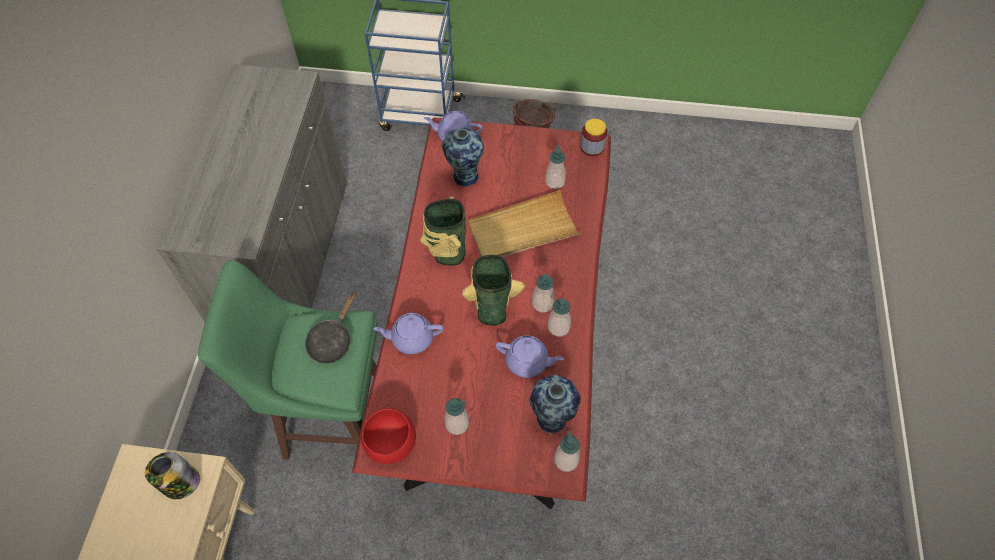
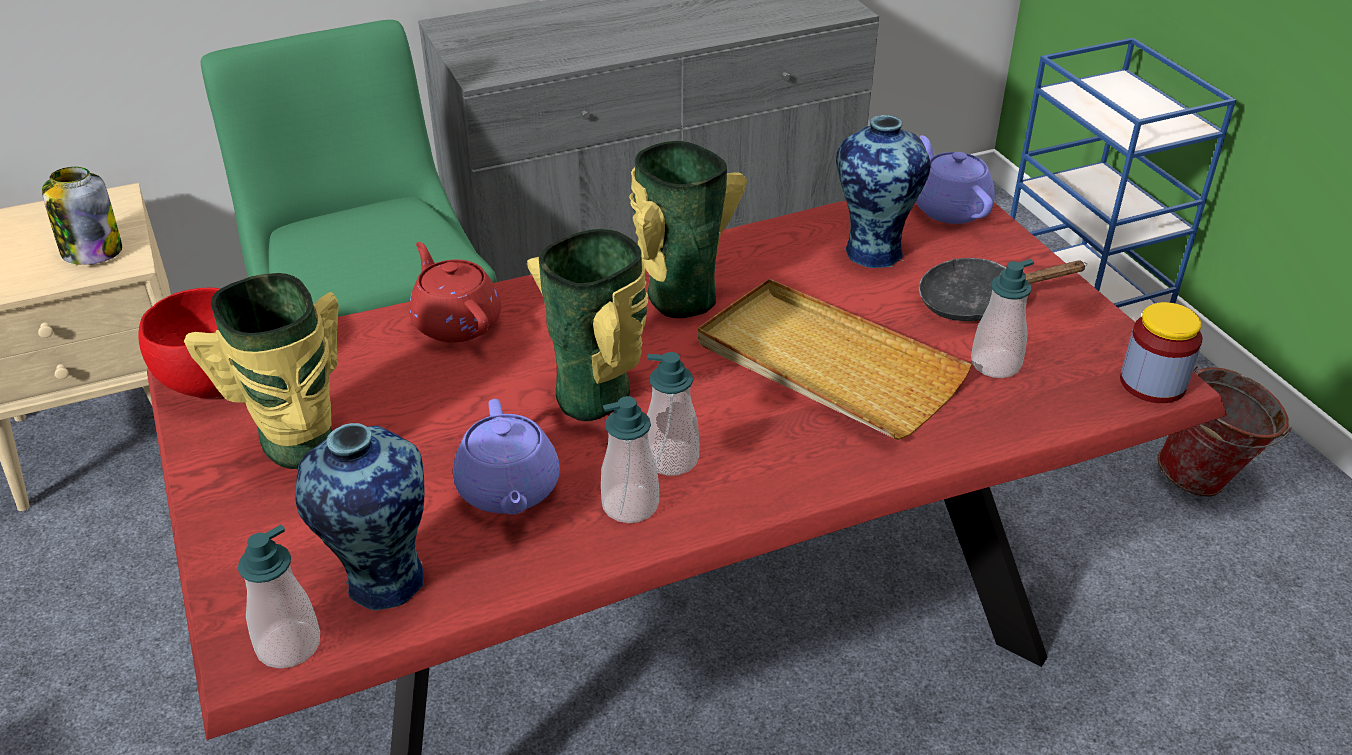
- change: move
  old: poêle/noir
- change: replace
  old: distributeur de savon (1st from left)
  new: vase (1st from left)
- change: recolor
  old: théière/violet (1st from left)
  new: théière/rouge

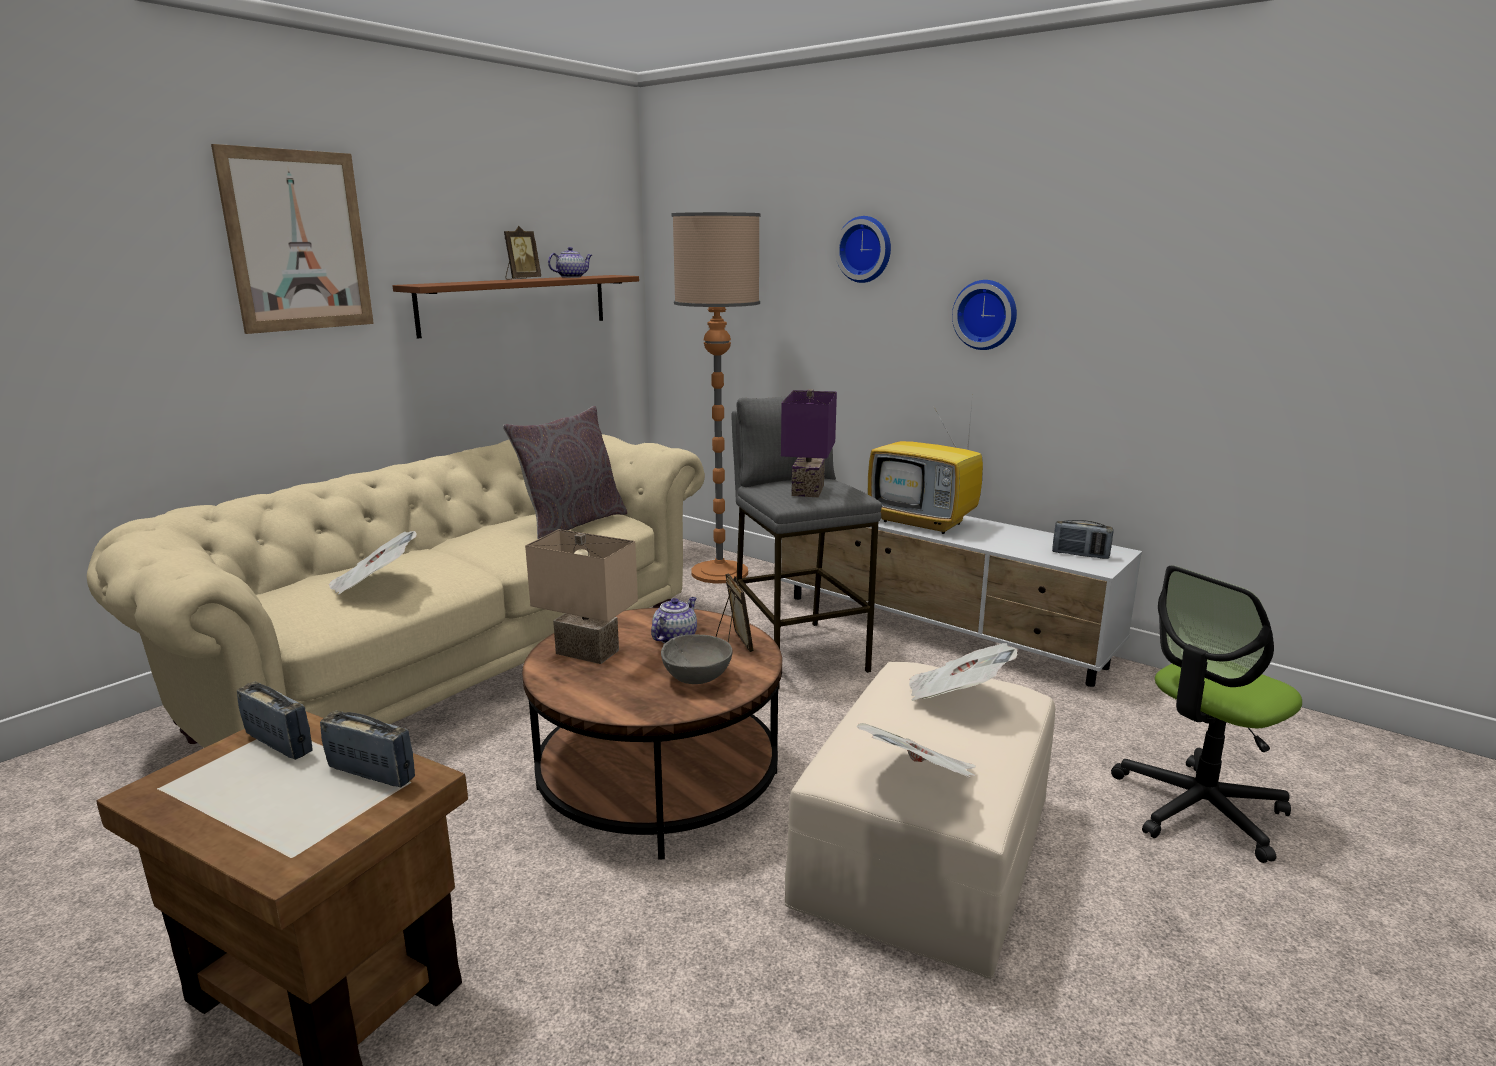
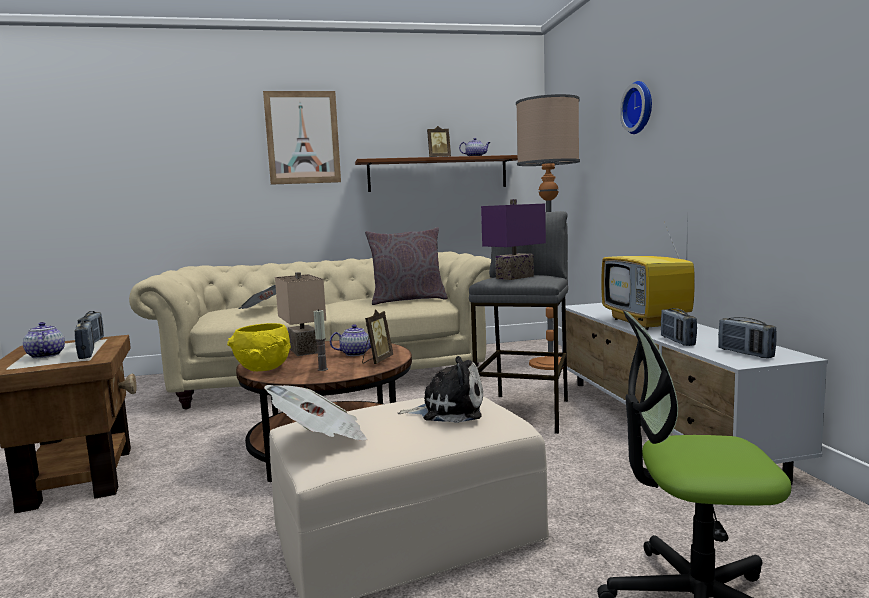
- change: delete
  old: horloge murale (2nd from left)
- change: insert
  new: théière (1st from left)
- change: insert
  new: bol/jaune
- change: insert
  new: radio (3rd from left)
- change: replace
  old: bol/gris
  new: bougie
- change: replace
  old: journal (3rd from left)
  new: peluche

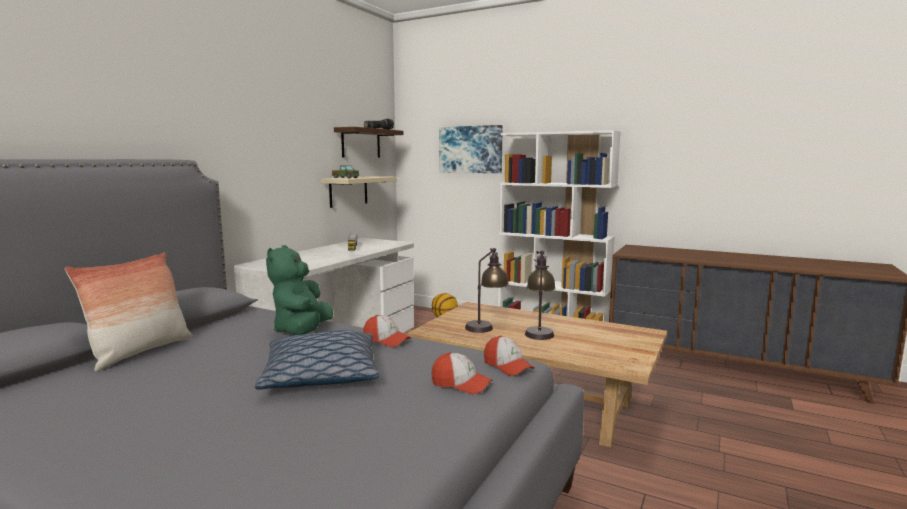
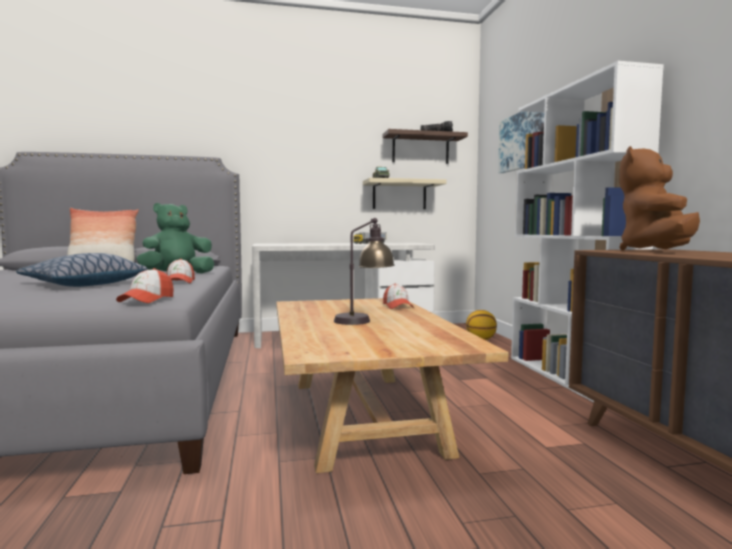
- change: delete
  old: lampe de table (1st from left)
- change: insert
  new: peluche/marron
- change: move
  old: casquette (2nd from left in the first image)
  new: casquette (3rd from left)

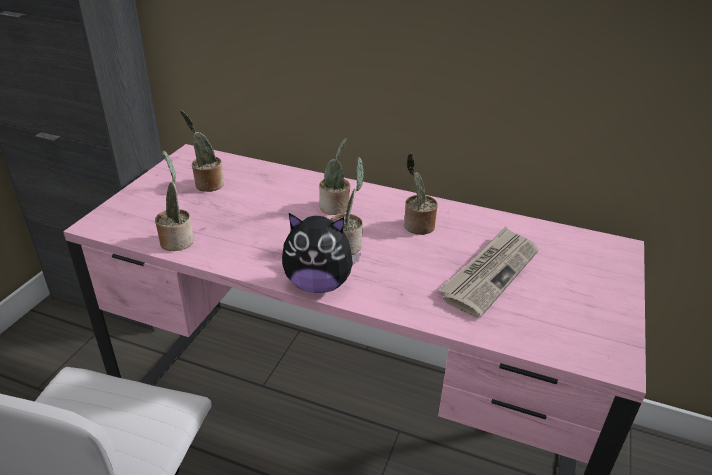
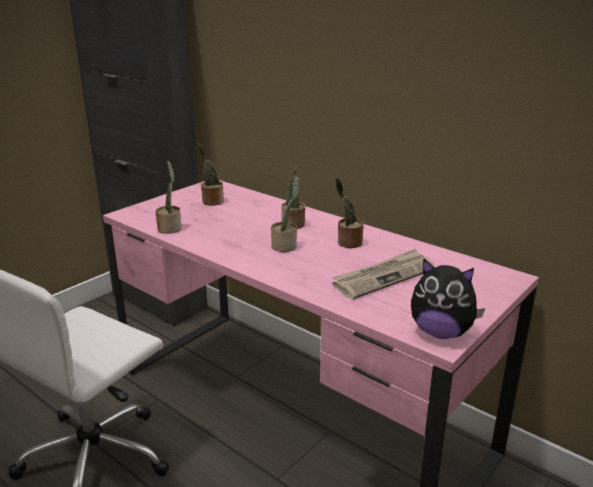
- change: move
  old: peluche

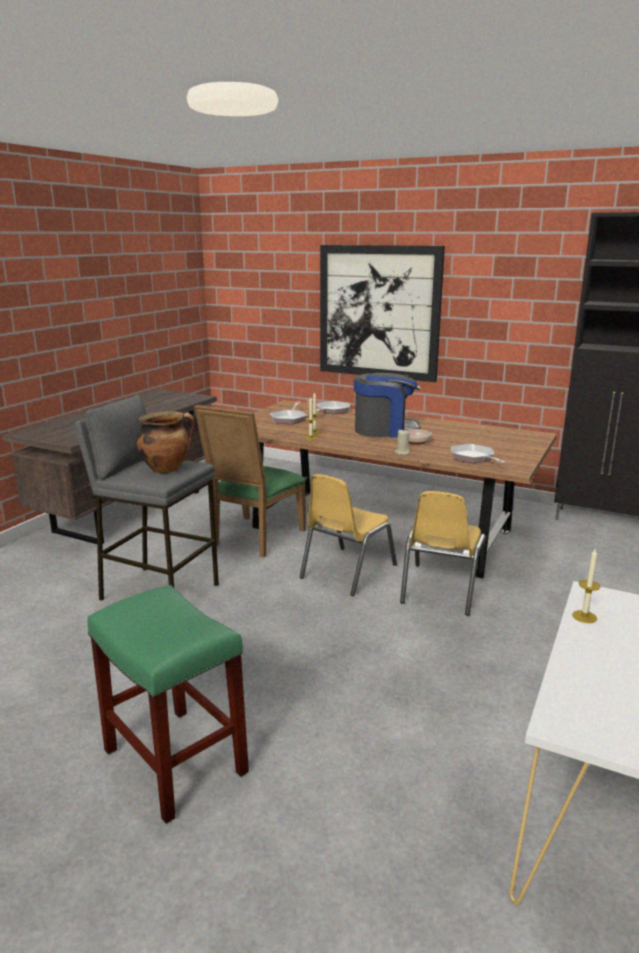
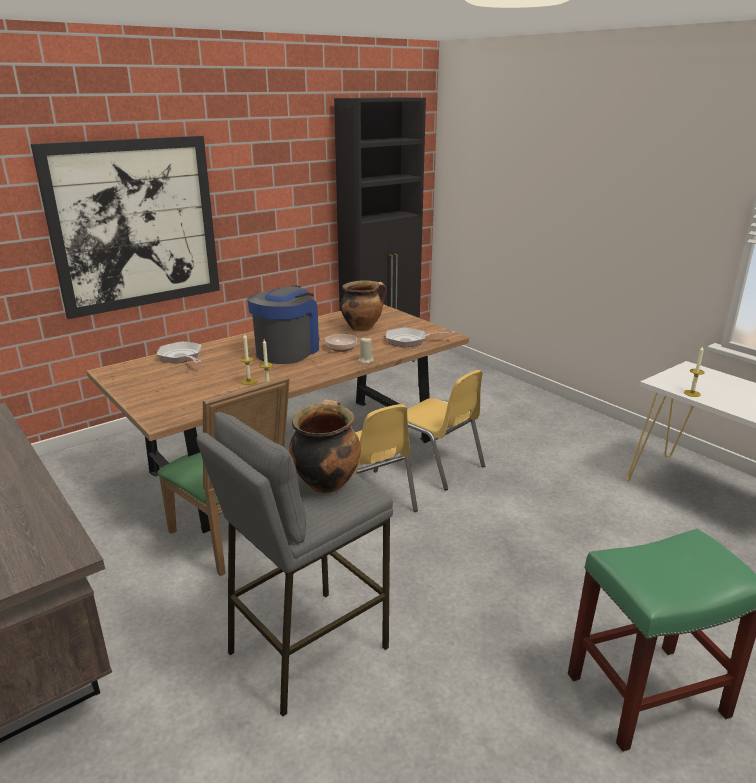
- change: delete
  old: poêle (1st from left)
- change: insert
  new: marmite (2nd from left)

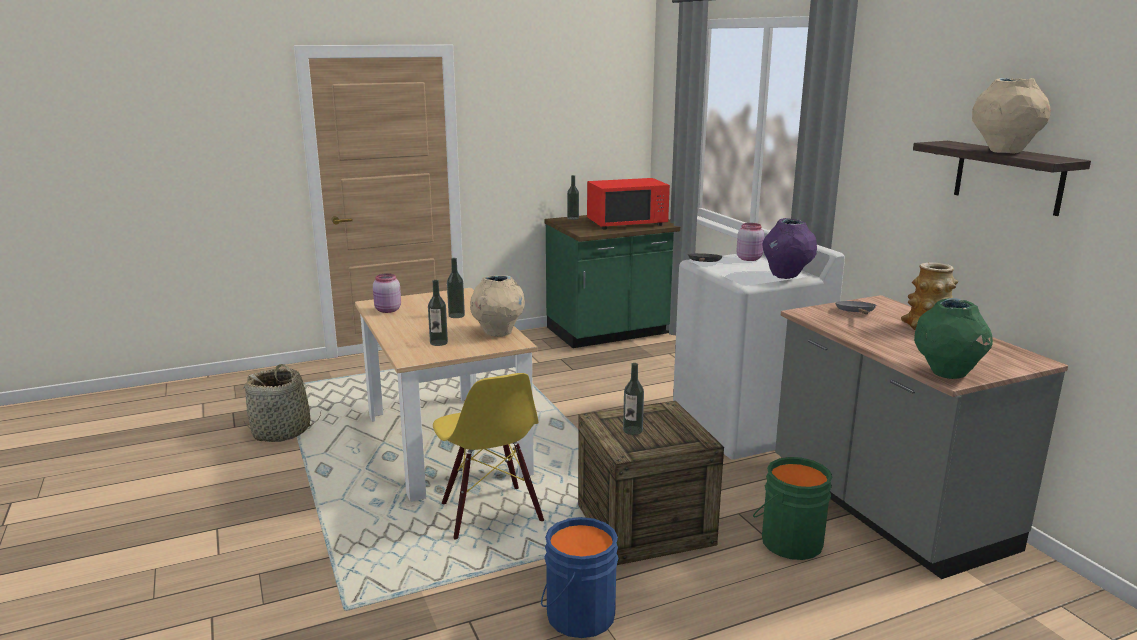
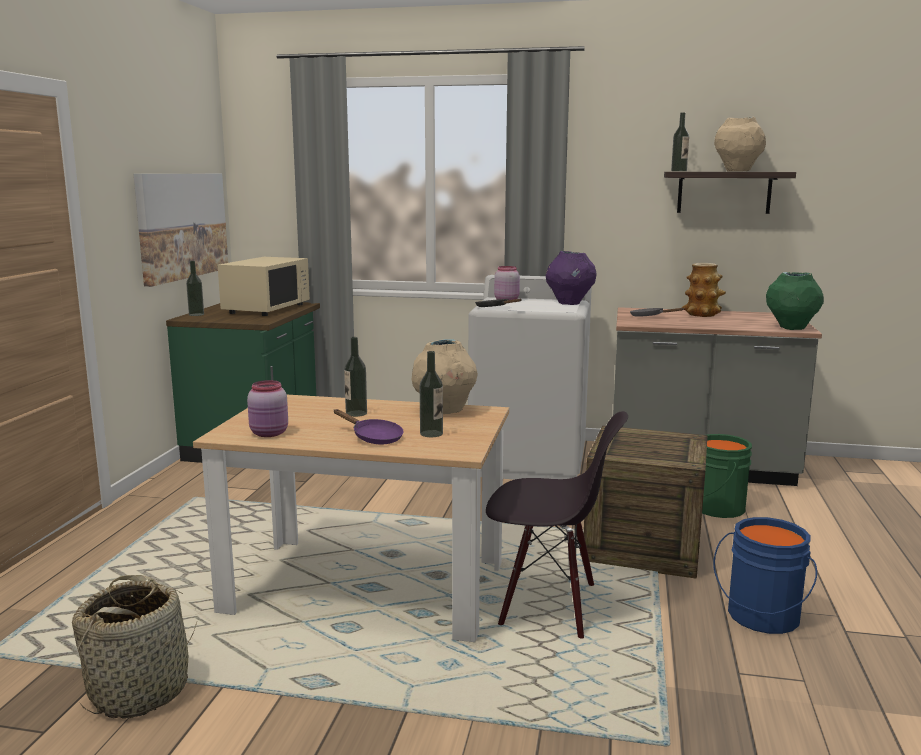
- change: insert
  new: tableau
- change: insert
  new: poêle/violet
- change: move
  old: bouteille (4th from left)
- change: recolor
  old: chaise/jaune
  new: chaise/noir
- change: recolor
  old: micro-ondes/rouge
  new: micro-ondes/beige

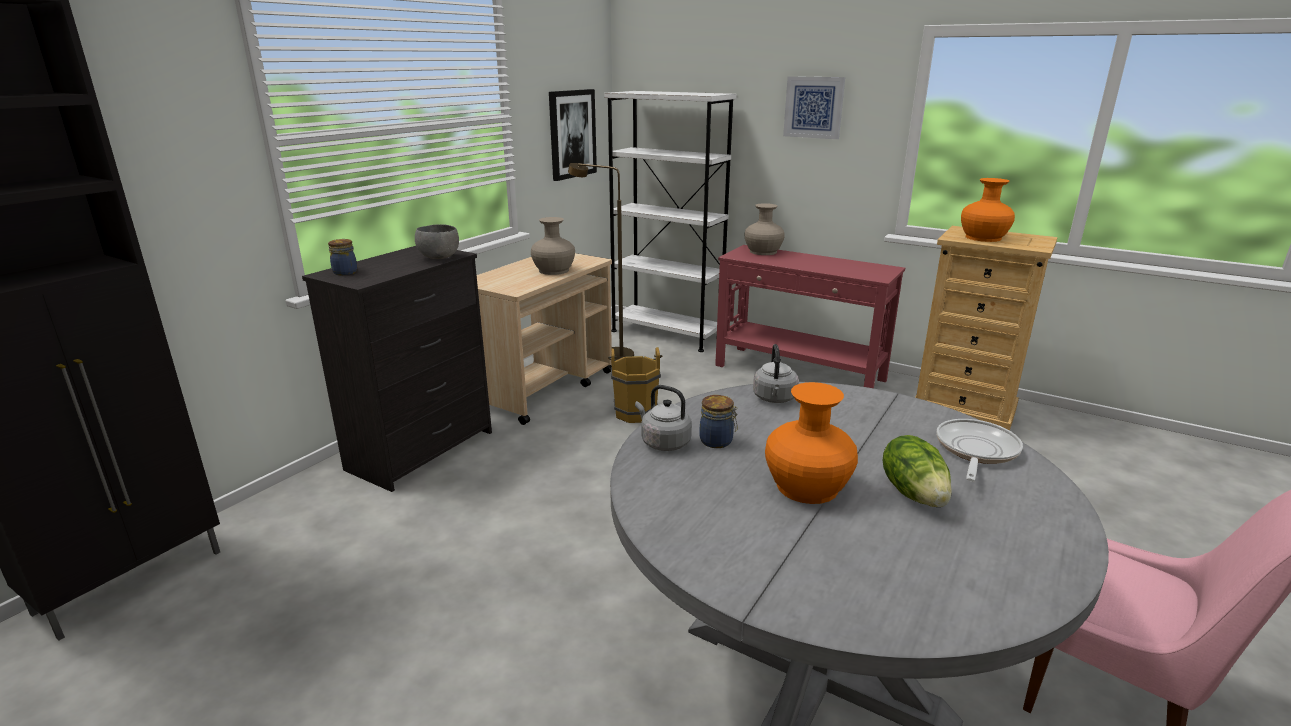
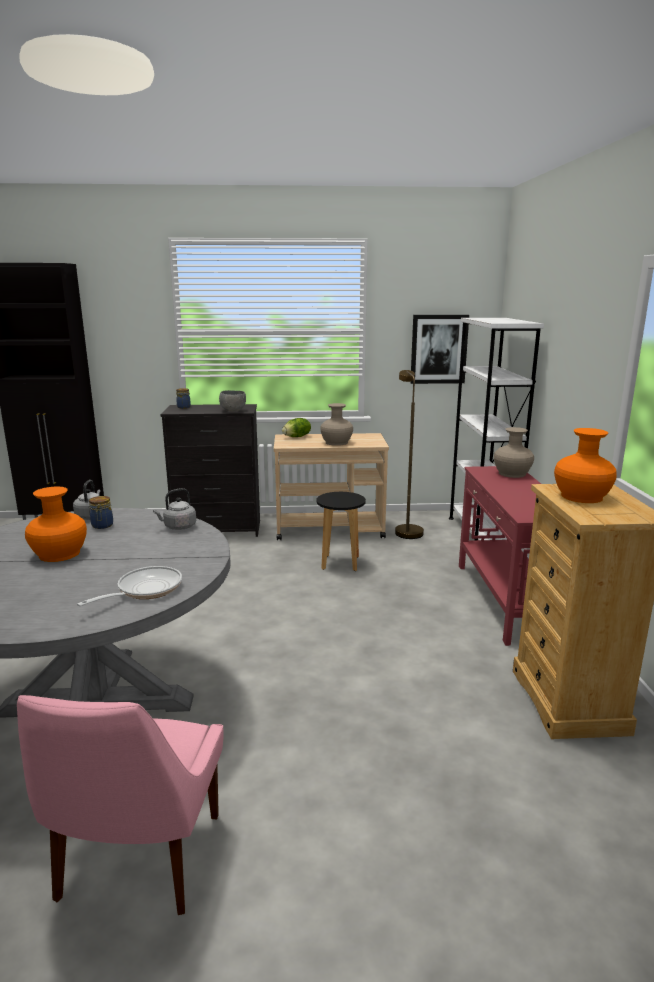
- change: delete
  old: tableau (2nd from left)
- change: move
  old: laitue
- change: replace
  old: seau/marron
  new: tabouret/noir
- change: rotate
  old: poêle
  degrees: -45

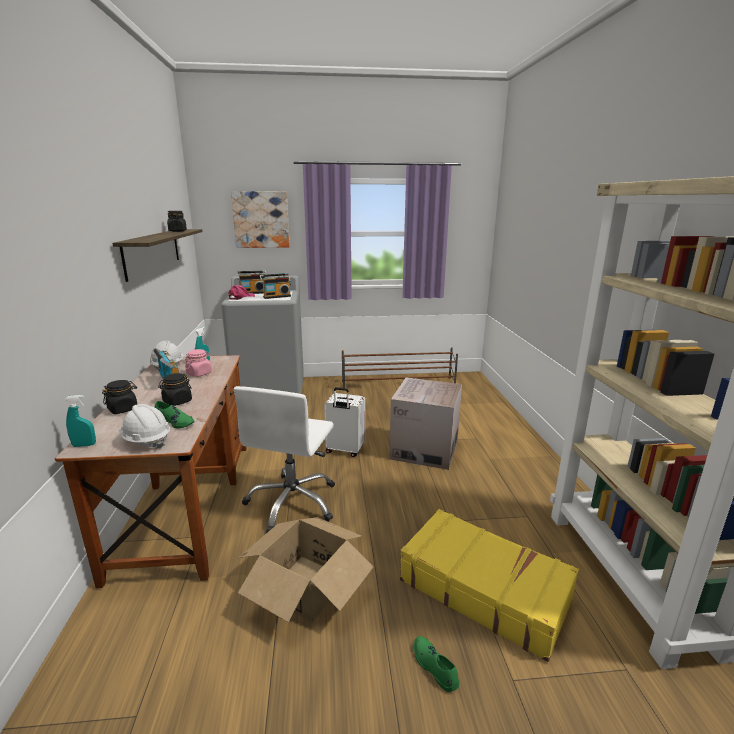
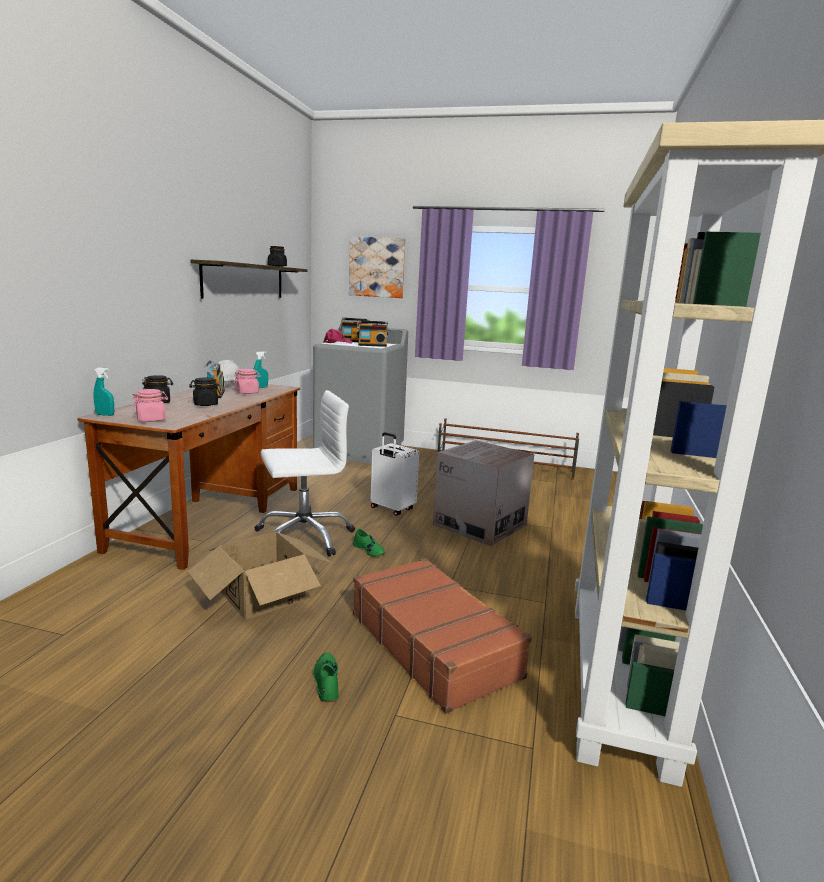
- change: move
  old: chaussure/vert (1st from left in the first image)
  new: chaussure/vert (2nd from left)
- change: replace
  old: casque de chantier/blanc (1st from left)
  new: bocal/rose (1st from left)
- change: recolor
  old: valise/jaune
  new: valise/marron
- change: rotate
  old: chaise de bureau/blanc
  degrees: -150

